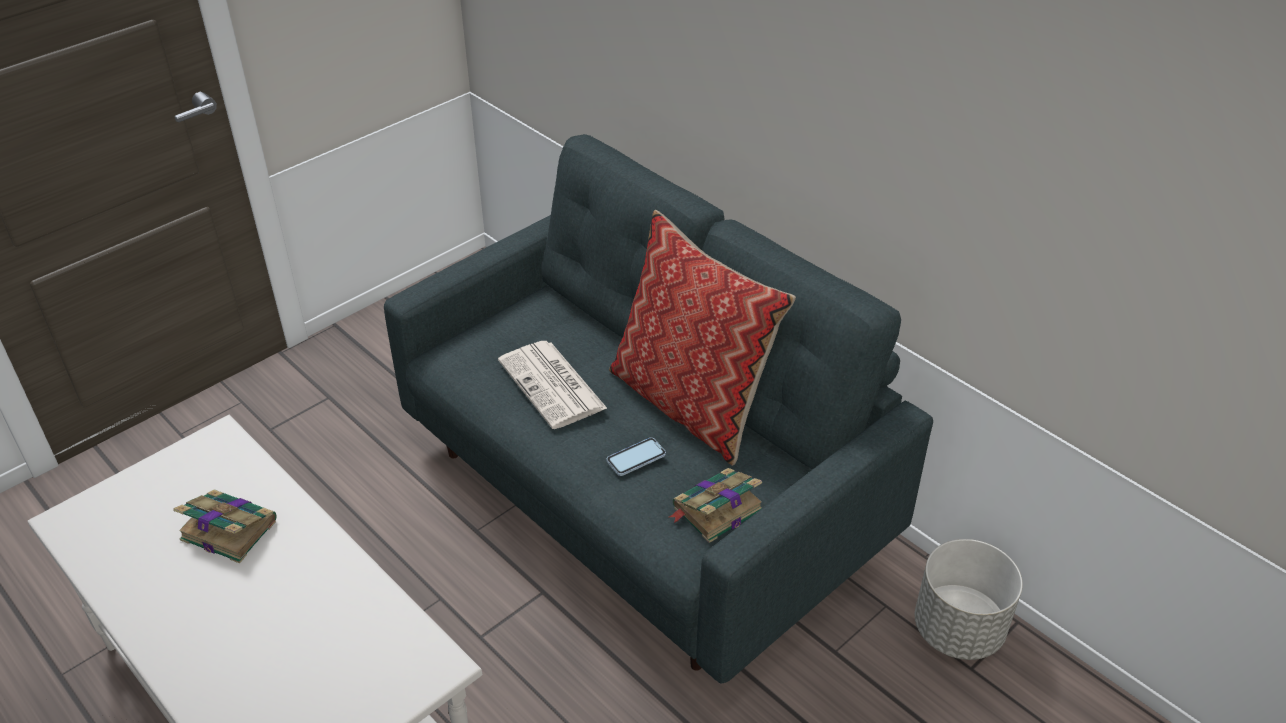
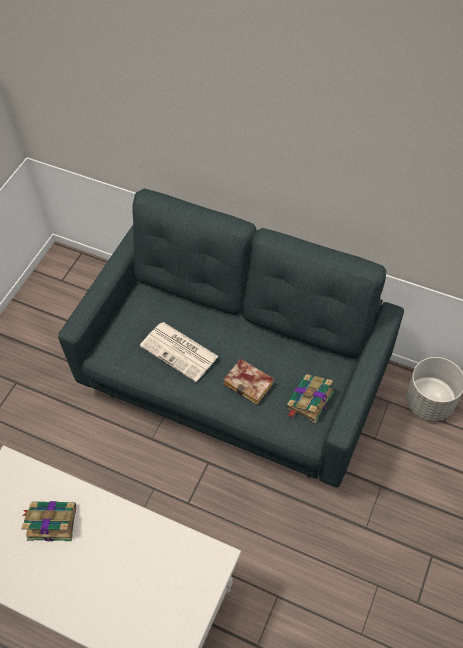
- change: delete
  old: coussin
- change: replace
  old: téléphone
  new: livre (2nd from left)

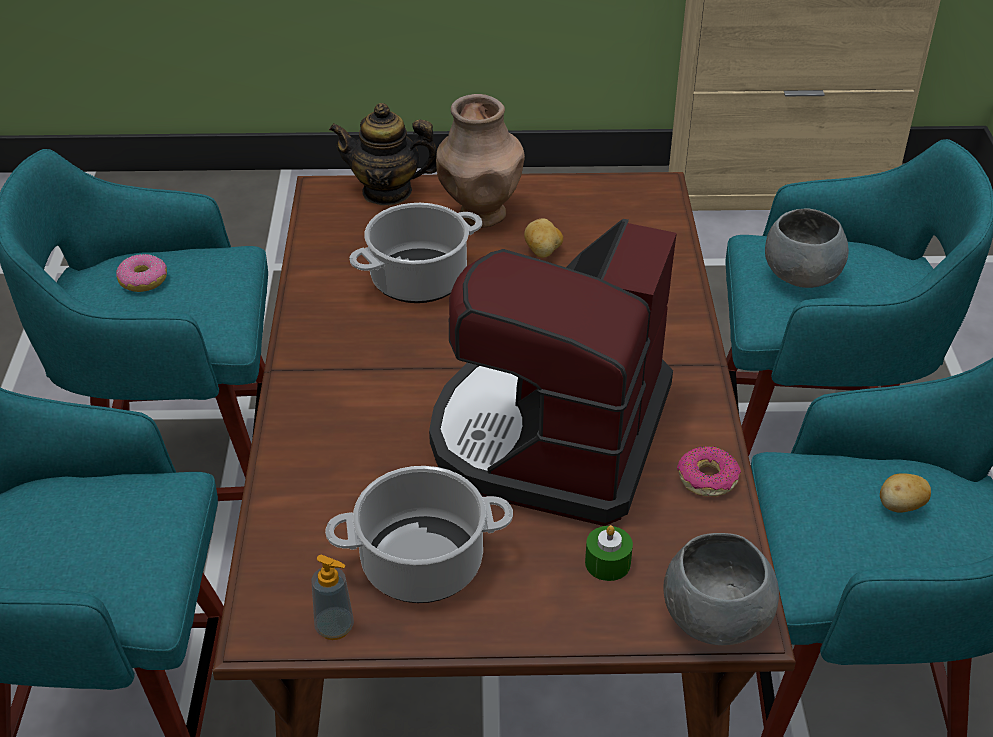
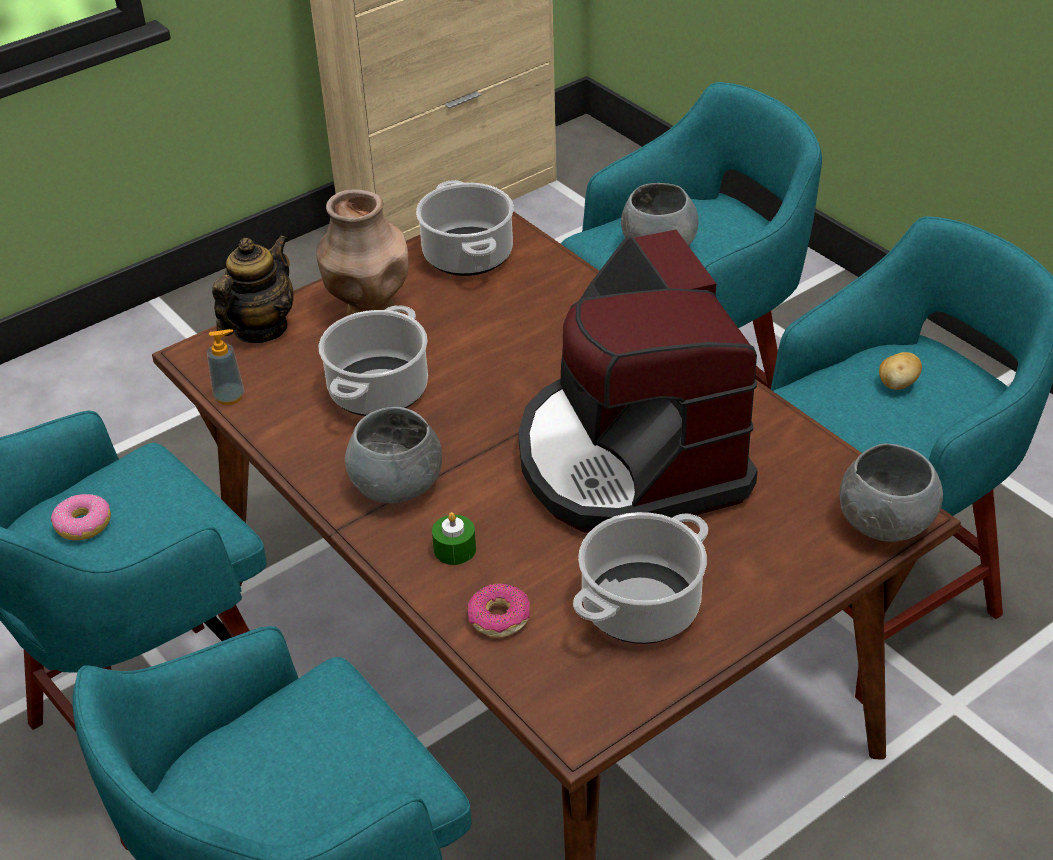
- change: delete
  old: pomme de terre (1st from left)
- change: insert
  new: bol/gris (1st from left)
- change: insert
  new: marmite (2nd from left)
- change: move
  old: distributeur de savon
- change: move
  old: bougie/vert
- change: move
  old: beignet (2nd from left)
- change: rotate
  old: théière
  degrees: 150

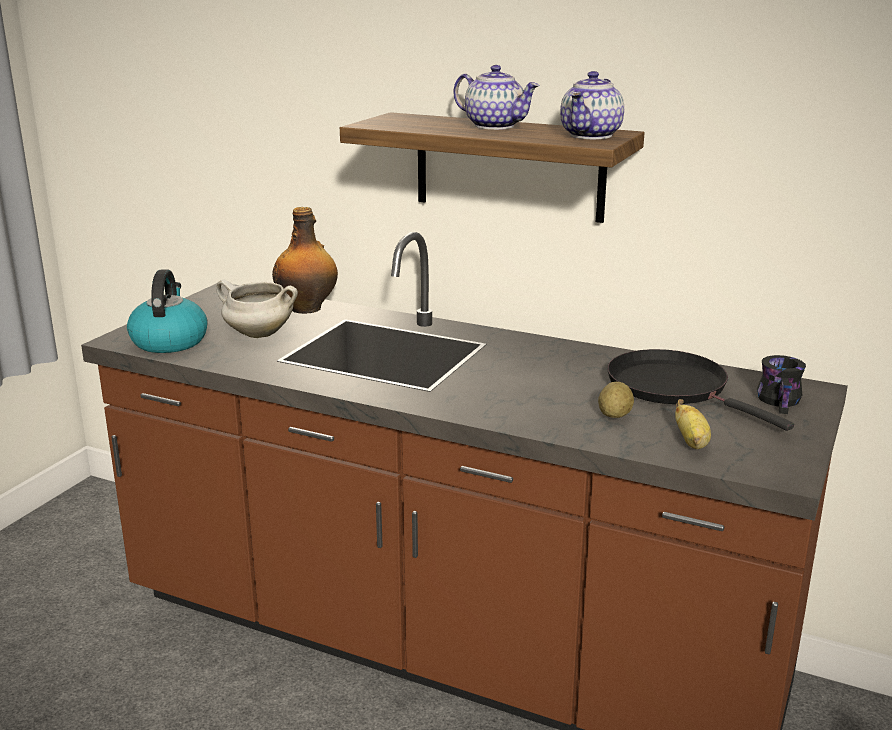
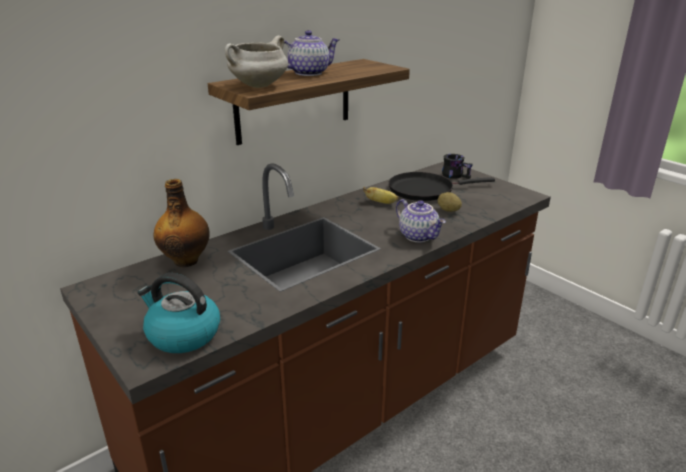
- change: move
  old: marmite/blanc
- change: move
  old: théière (2nd from left)
- change: move
  old: banane

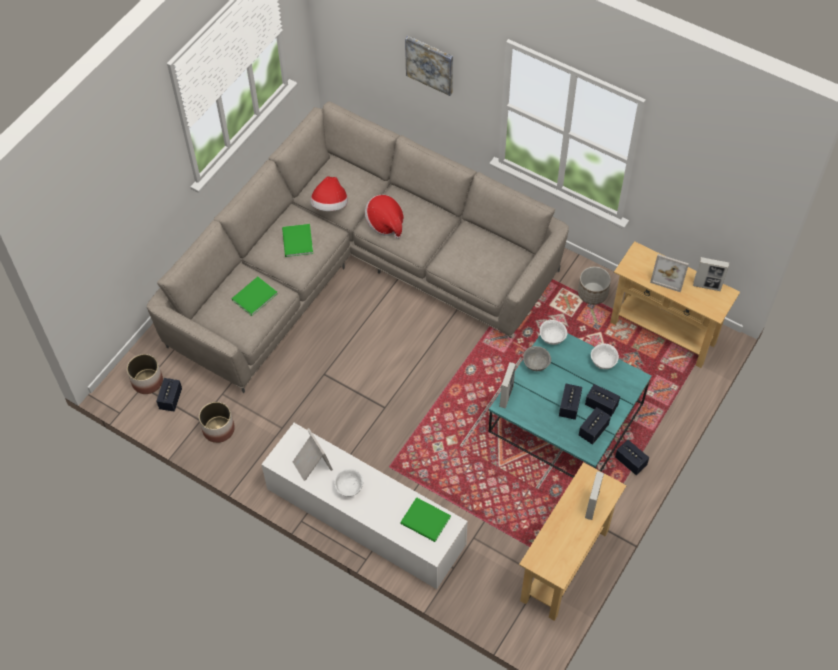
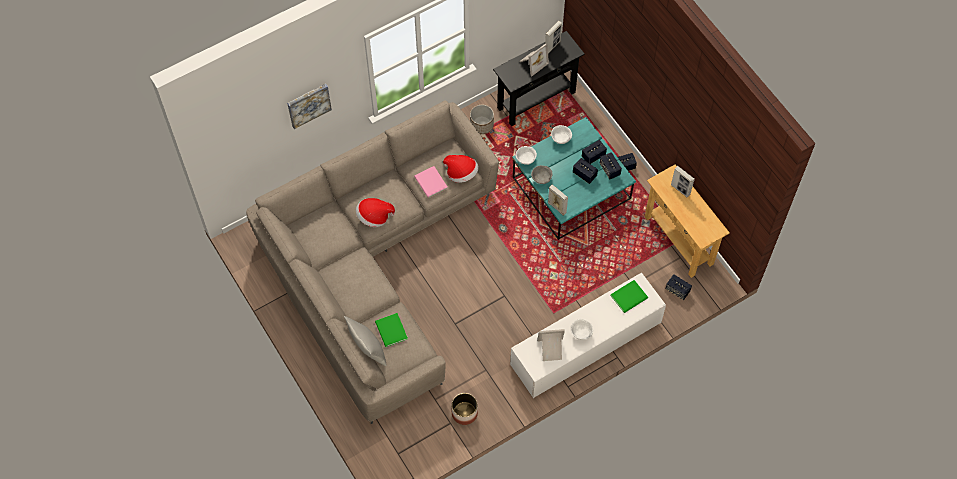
- change: delete
  old: cache-pot (1st from left)
- change: delete
  old: livre/vert (2nd from left)
- change: insert
  new: coussin/gris
- change: insert
  new: livre/rose
- change: move
  old: enceinte (1st from left in the first image)
  new: enceinte (5th from left)
- change: move
  old: chapeau (1st from left in the first image)
  new: chapeau (2nd from left)
- change: recolor
  old: table console/beige (2nd from left)
  new: table console/noir

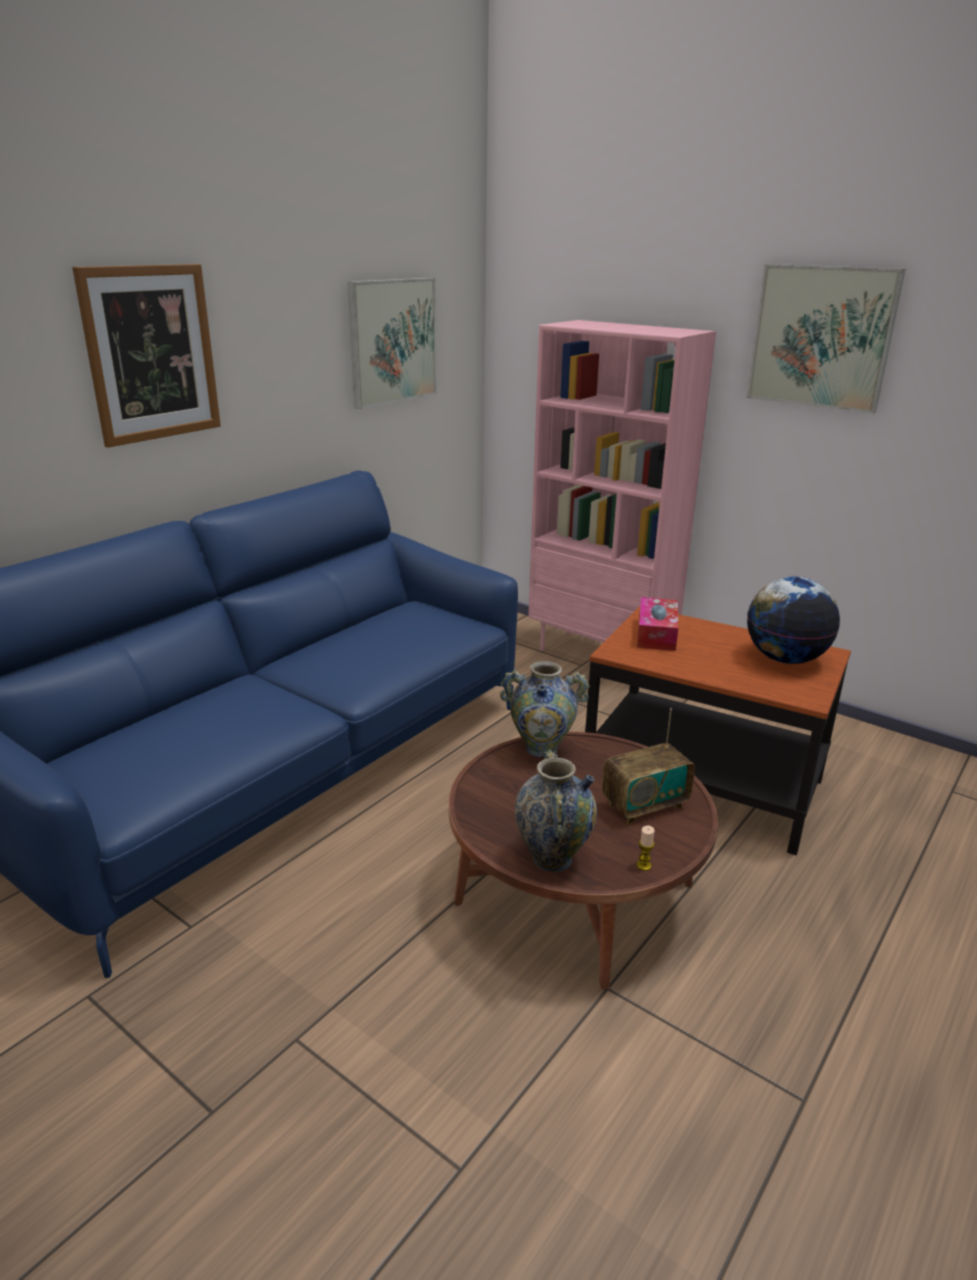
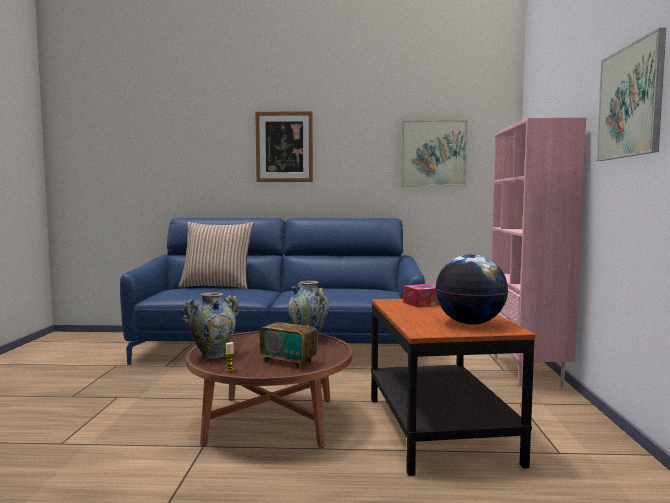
- change: insert
  new: coussin

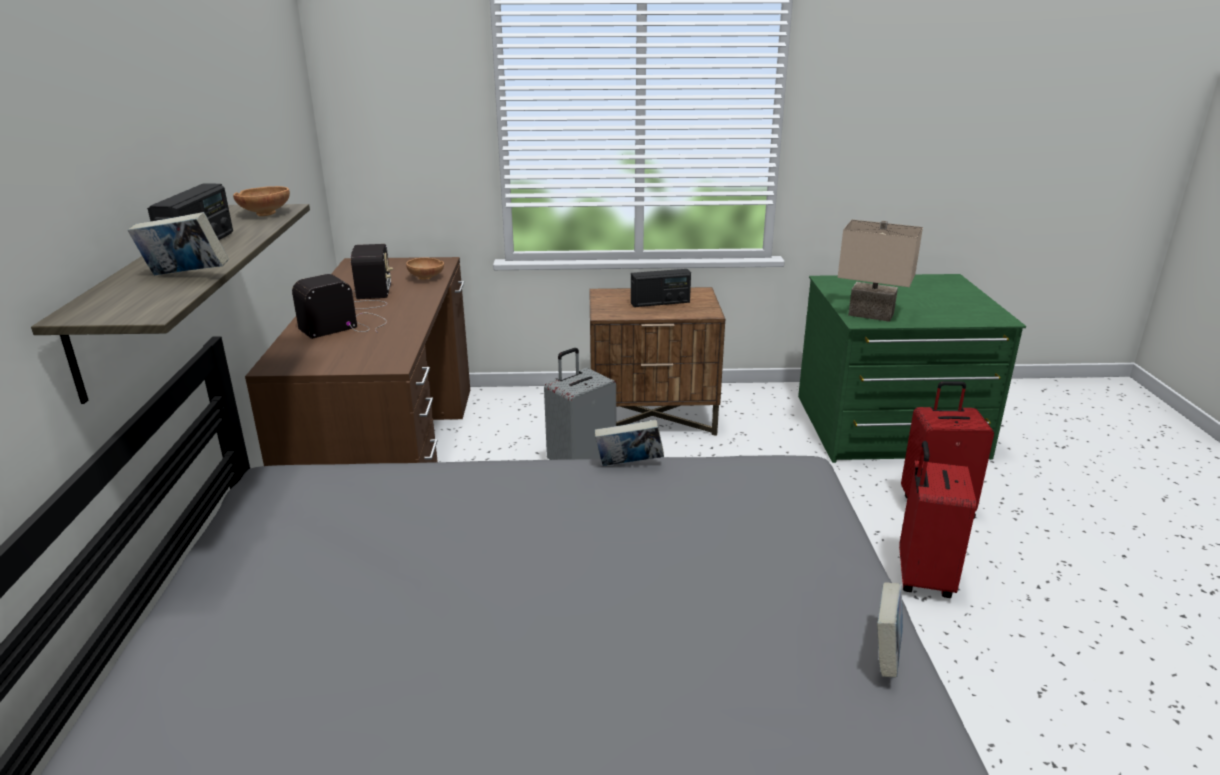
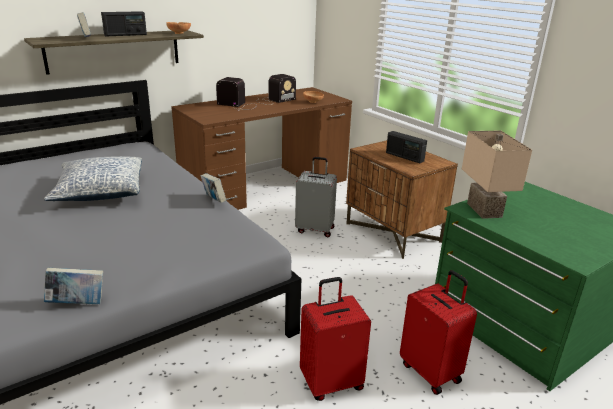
- change: insert
  new: coussin

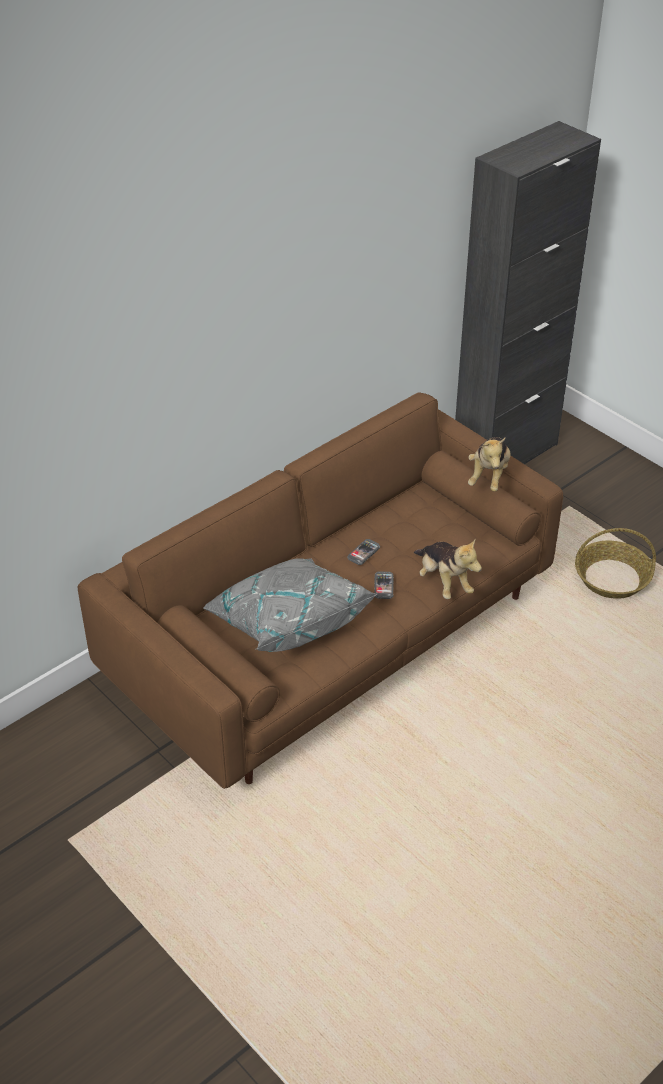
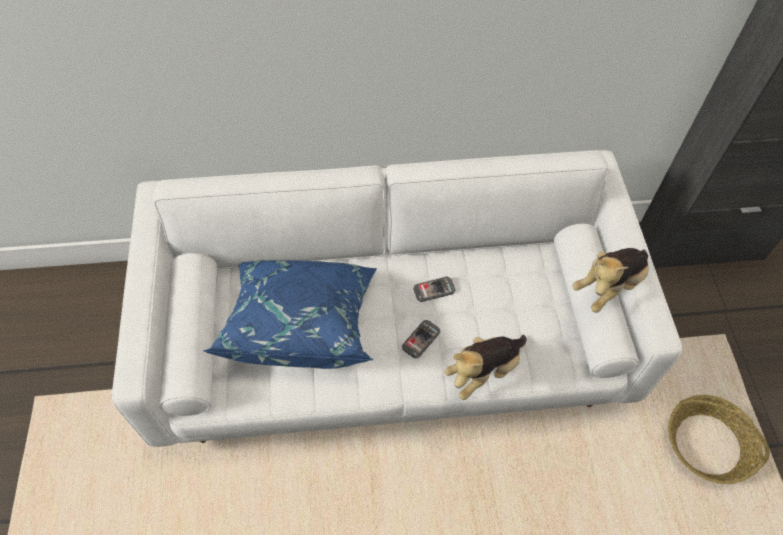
- change: recolor
  old: canapé/marron
  new: canapé/blanc
- change: recolor
  old: coussin/gris
  new: coussin/bleu
- change: rotate
  old: peluche (1st from left)
  degrees: 45

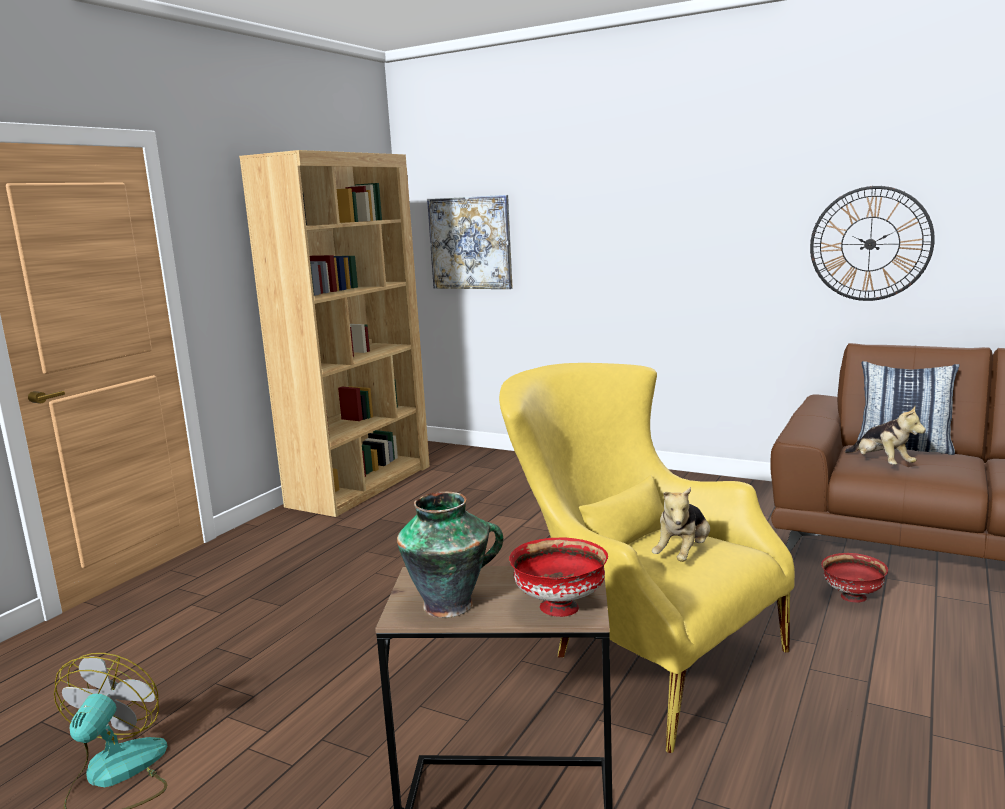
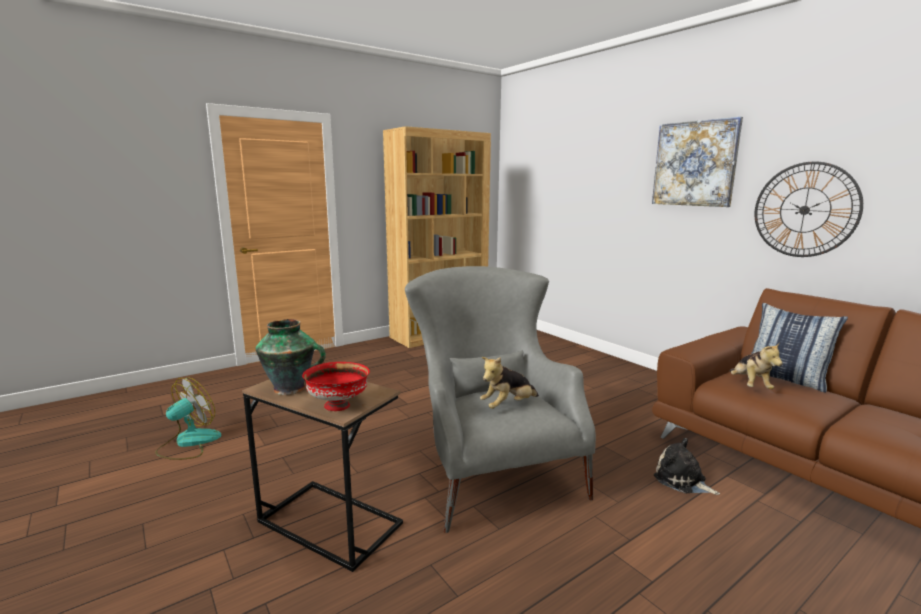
- change: move
  old: tableau
- change: replace
  old: bol/rouge (2nd from left)
  new: peluche (2nd from left)
- change: recolor
  old: fauteuil/jaune
  new: fauteuil/gris

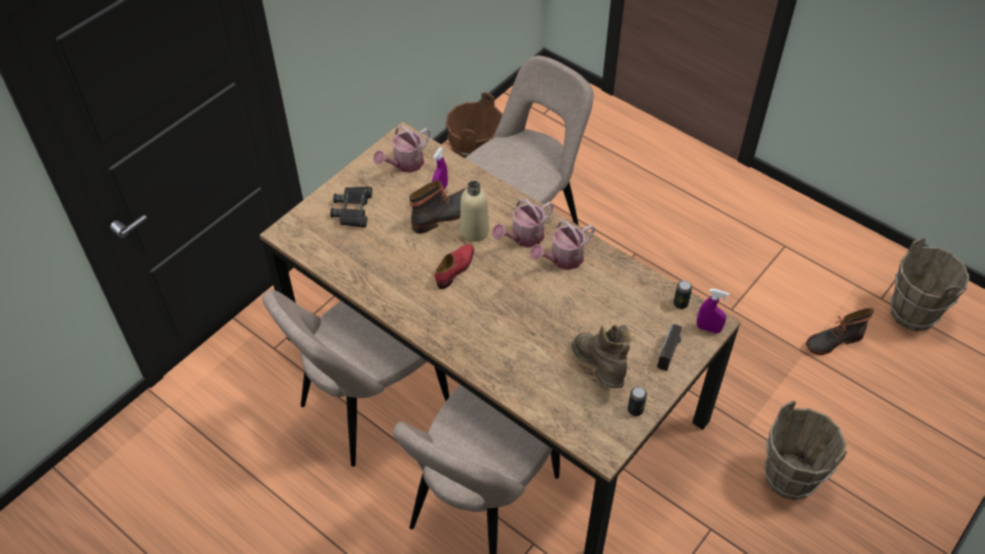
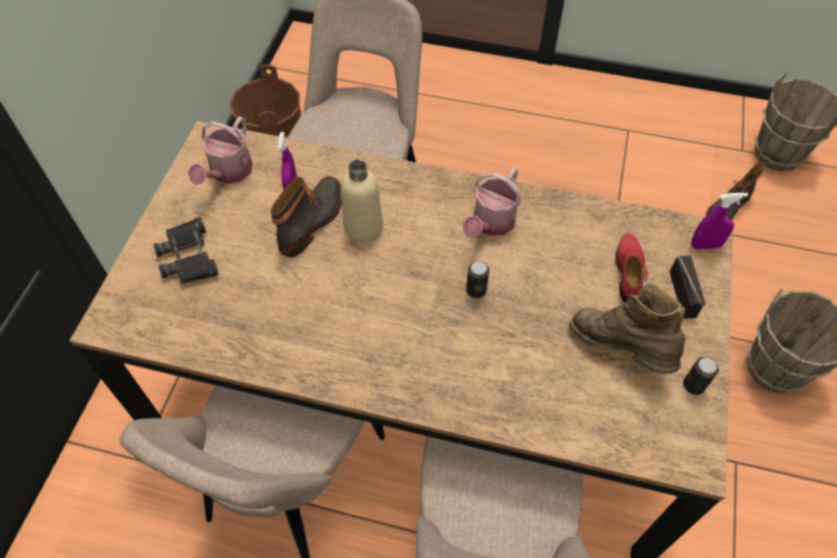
- change: delete
  old: arrosoir (2nd from left)
- change: move
  old: chaussure/rouge
- change: move
  old: boîte métallique (2nd from left in the first image)
  new: boîte métallique (1st from left)

